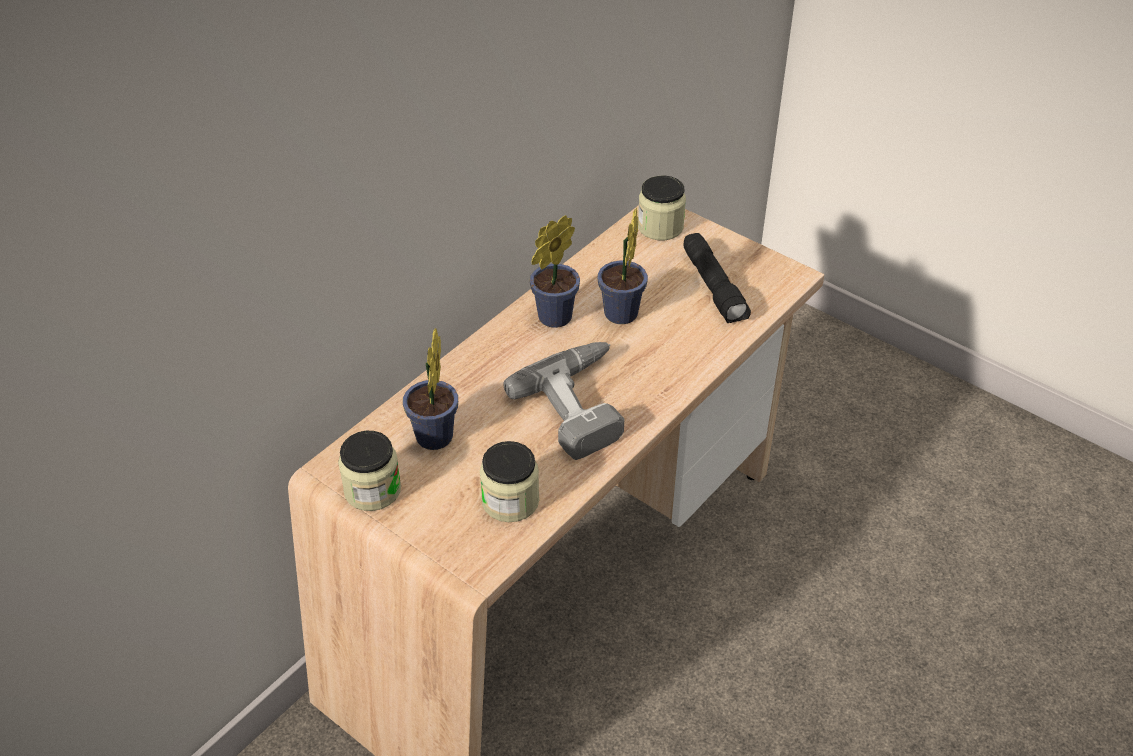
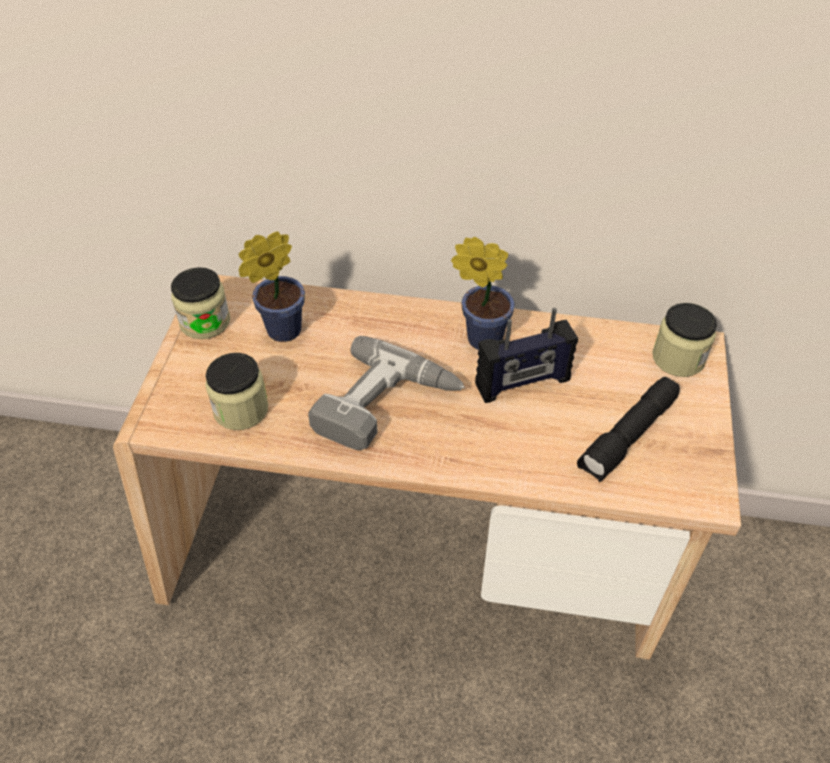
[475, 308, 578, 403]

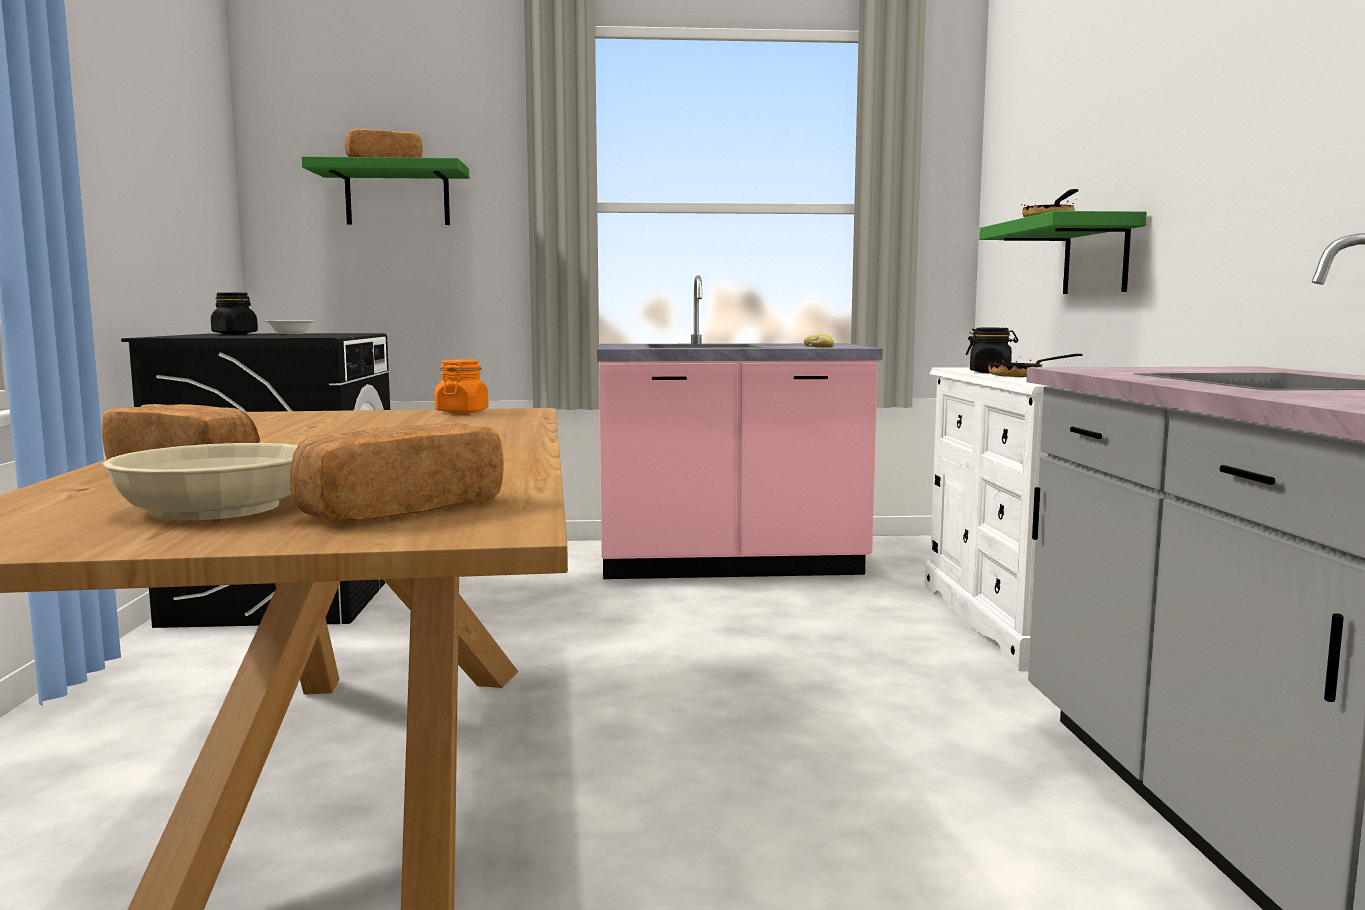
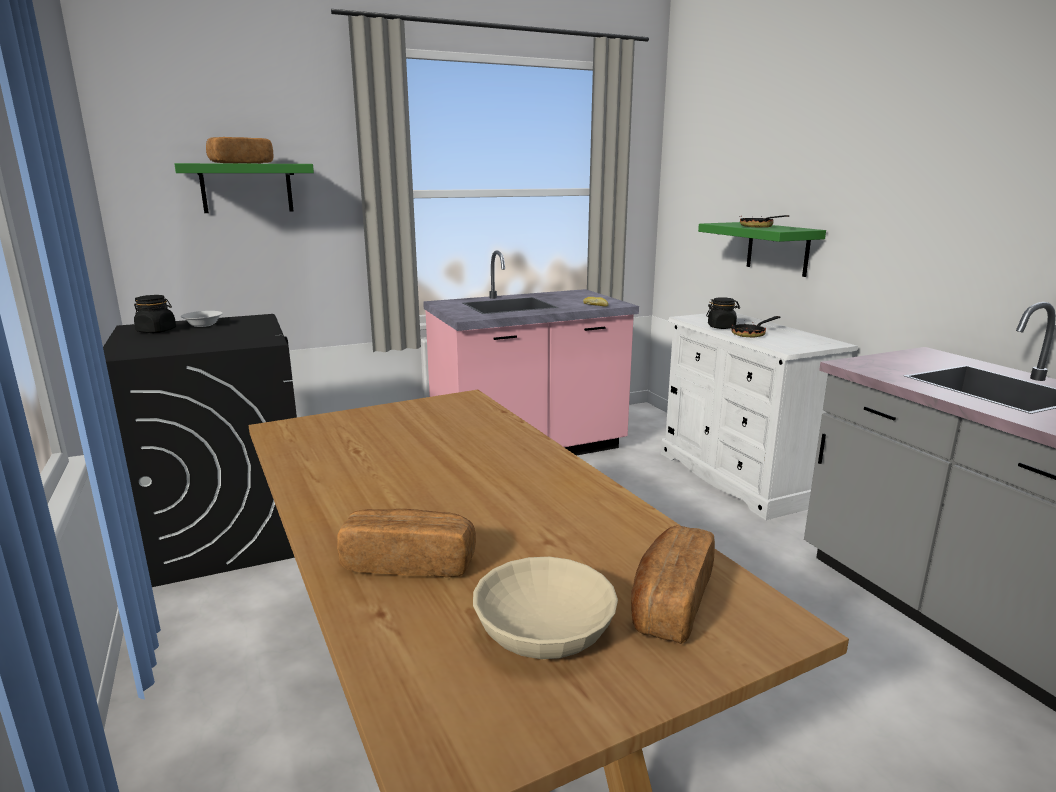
[434, 359, 489, 414] (first image)

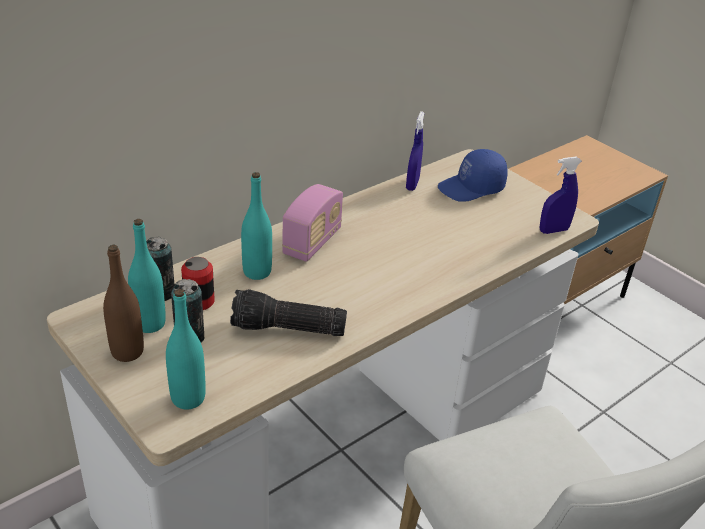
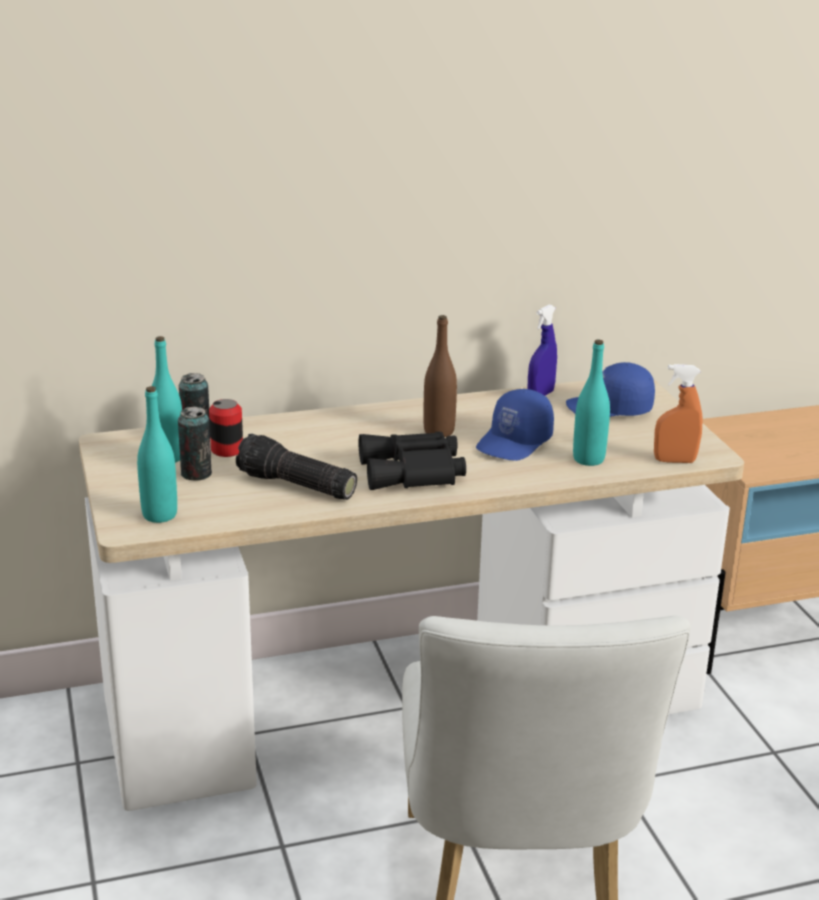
[423, 315, 457, 437]
[573, 339, 610, 466]
[282, 184, 343, 262] (first image)
[654, 364, 702, 463]
[359, 432, 466, 490]
[476, 389, 554, 461]

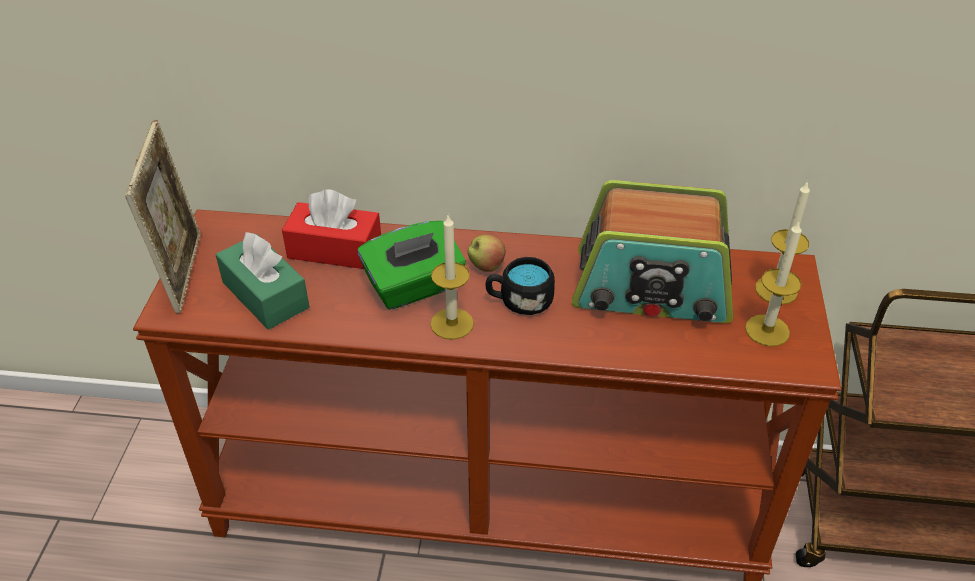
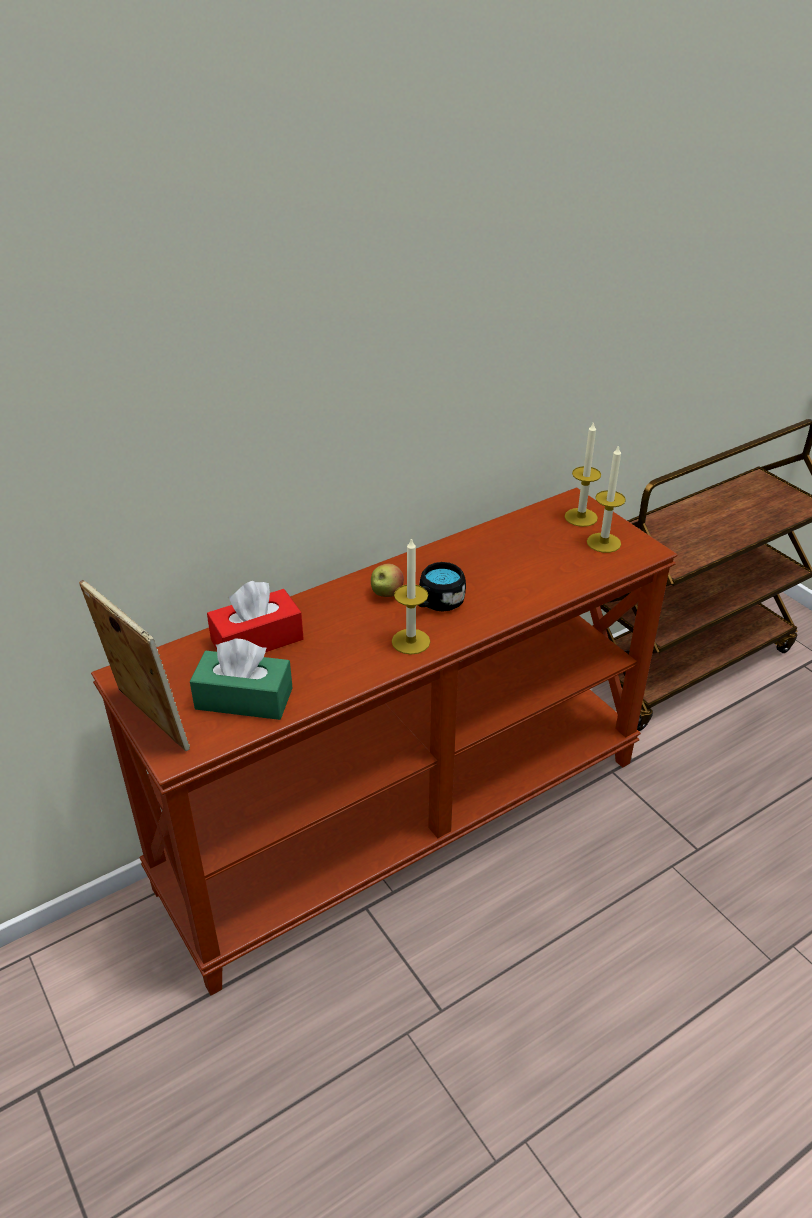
[357, 221, 466, 310] (first image)
[572, 180, 733, 323] (first image)

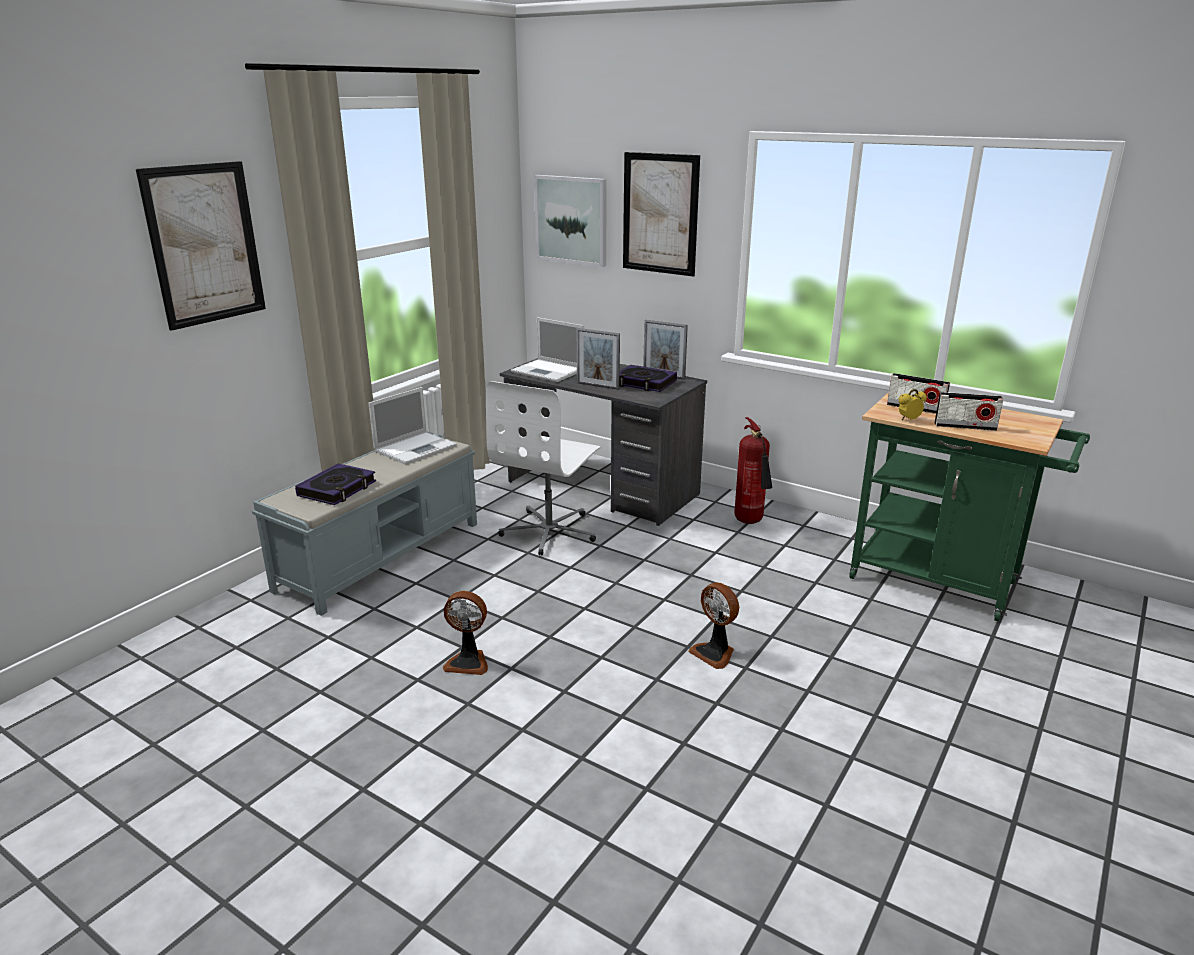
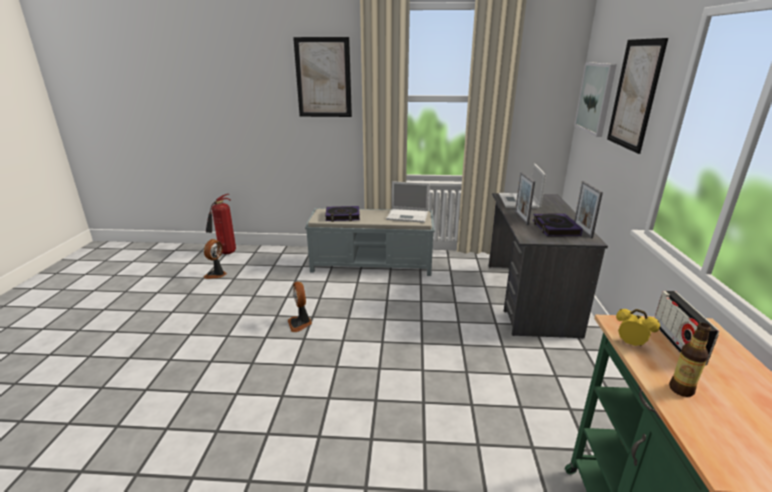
[486, 381, 600, 556] (first image)
[204, 239, 227, 279]
[206, 194, 236, 254]
[669, 323, 711, 397]

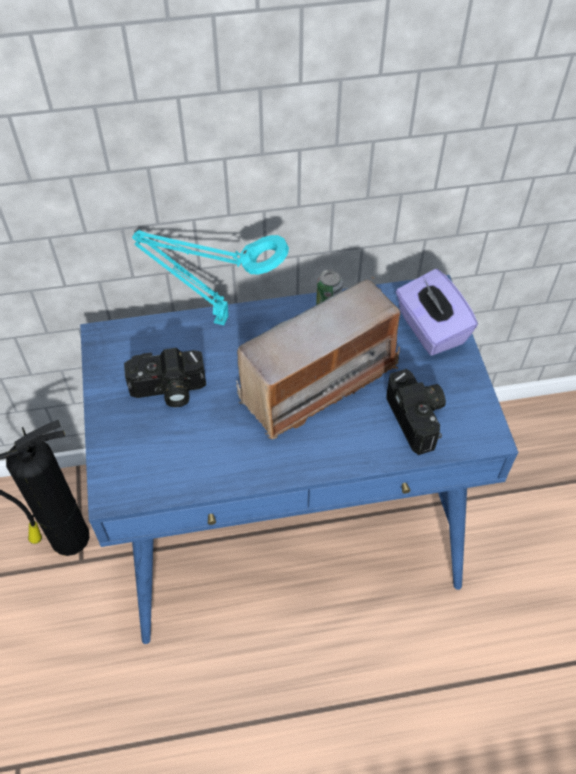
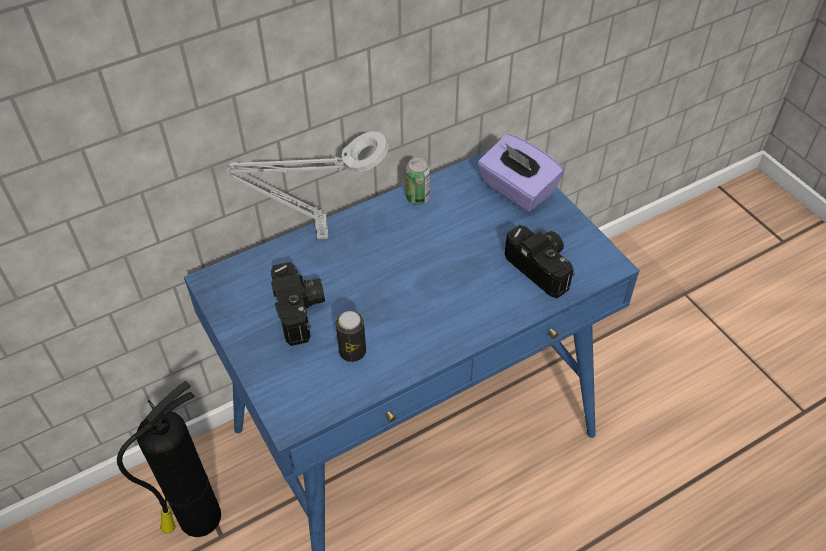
[271, 262, 325, 346]
[226, 131, 389, 239]
[236, 277, 400, 440] (first image)
[336, 311, 366, 362]

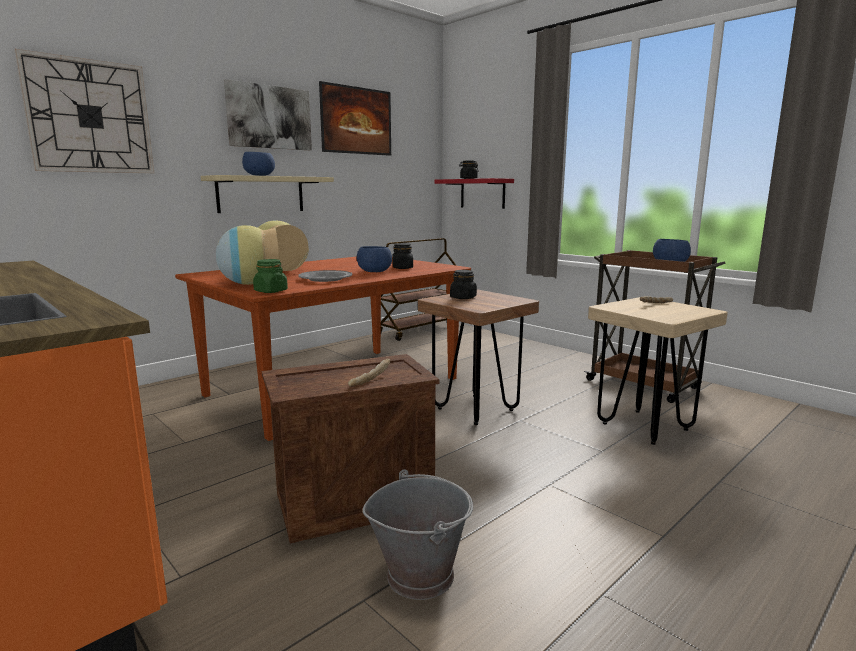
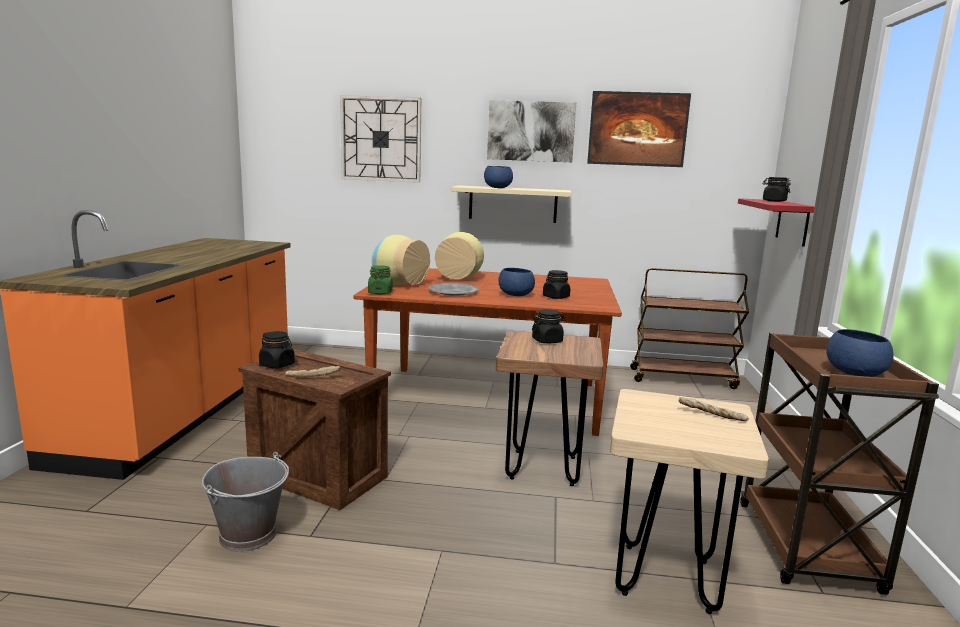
[259, 331, 295, 369]

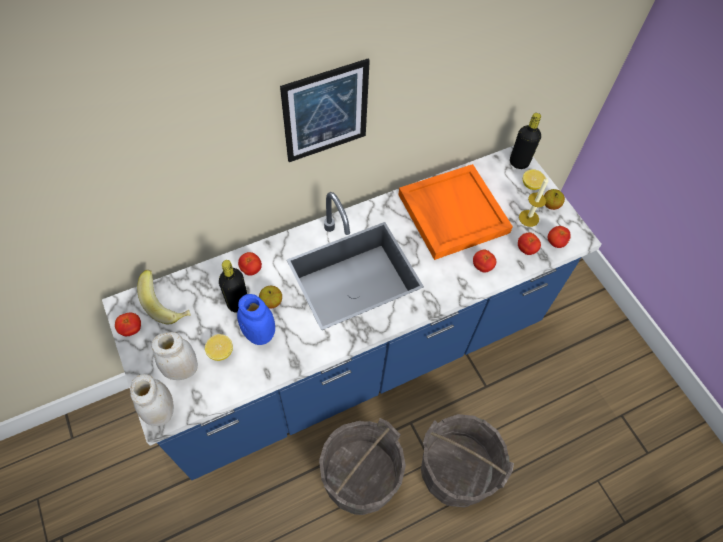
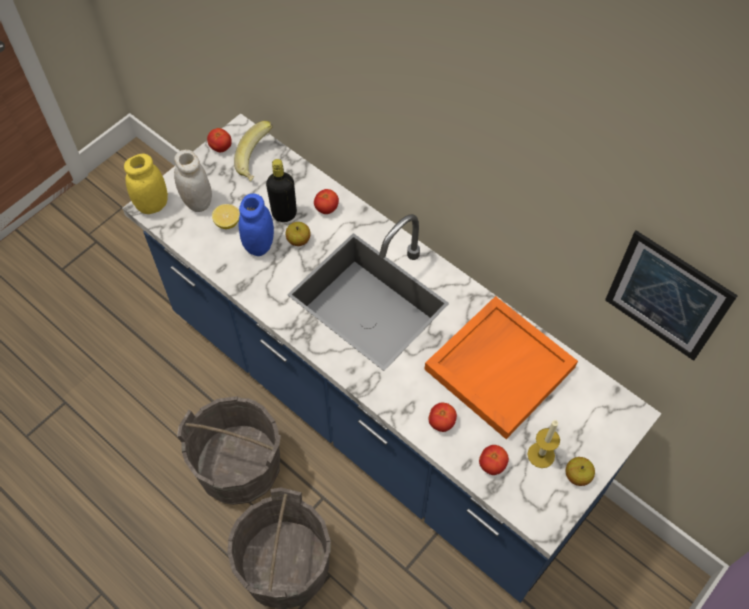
[124, 154, 168, 214]
[605, 230, 738, 361]
[510, 113, 541, 169] (first image)
[523, 169, 546, 190] (first image)
[548, 226, 571, 248] (first image)

